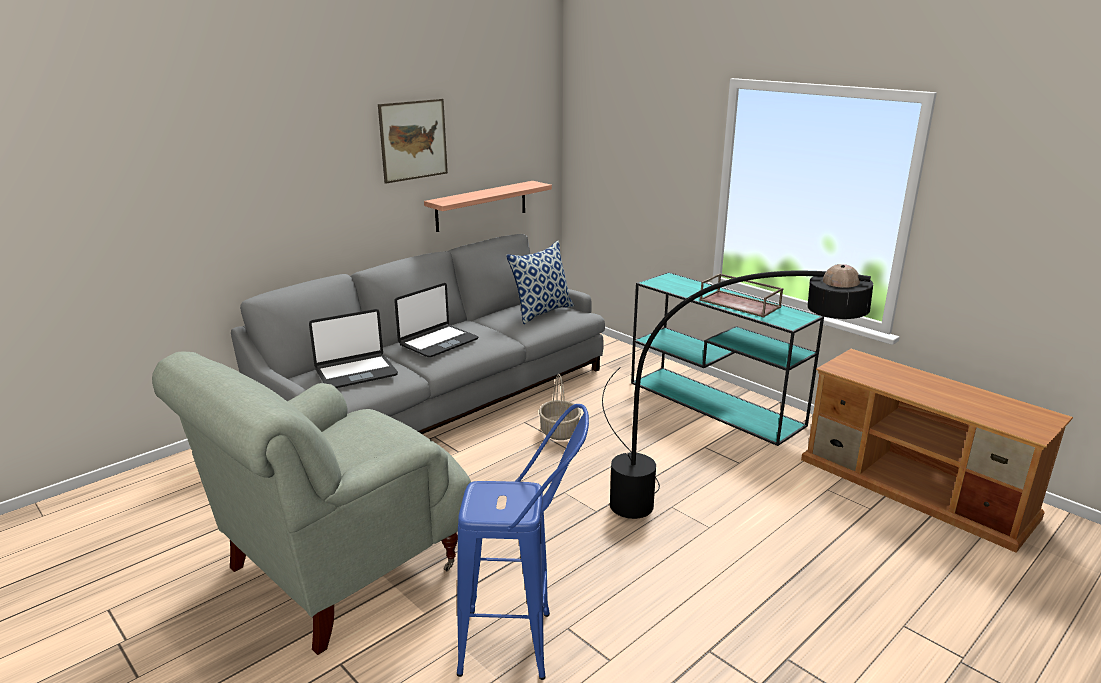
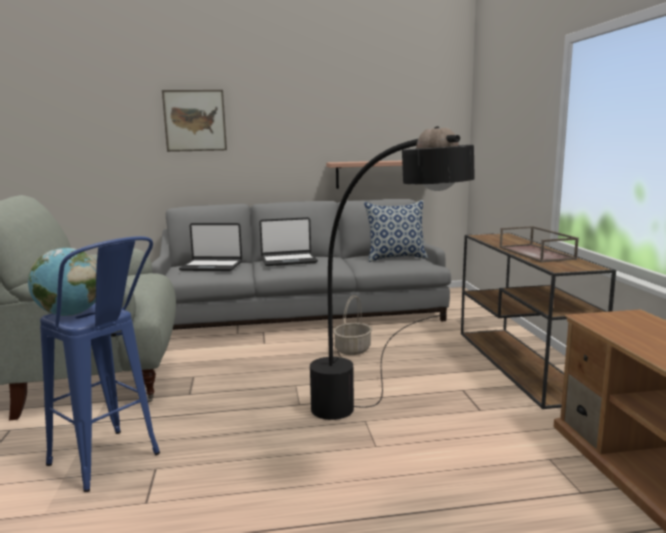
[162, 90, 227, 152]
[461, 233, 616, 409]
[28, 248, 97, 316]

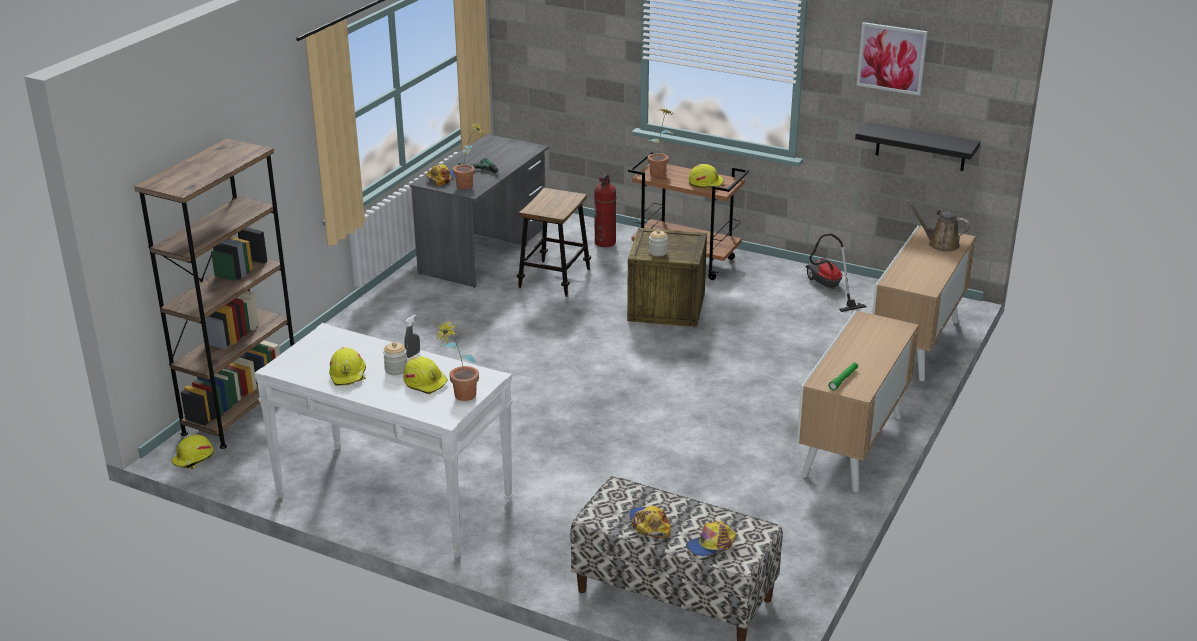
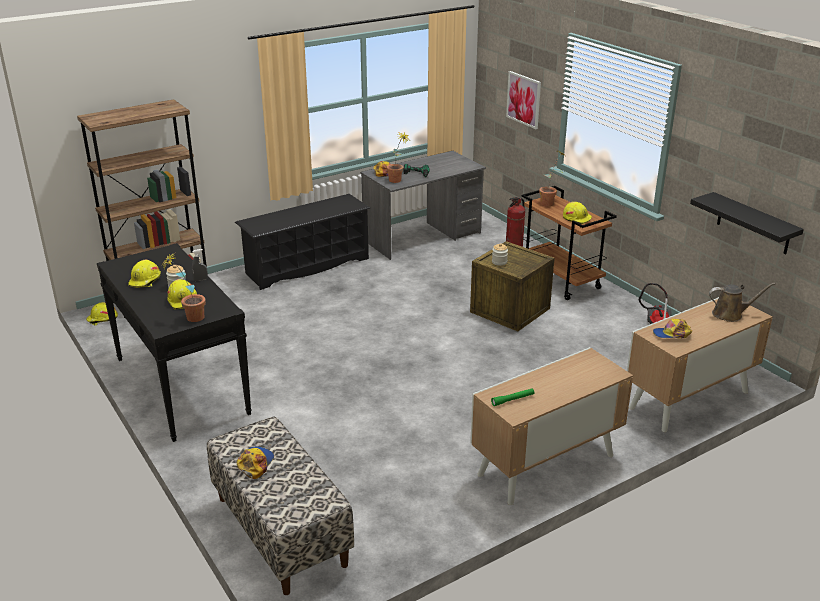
[97, 243, 252, 442]
[517, 188, 591, 297] (first image)
[653, 319, 692, 338]
[506, 71, 541, 129]
[709, 283, 776, 322]
[235, 194, 370, 290]

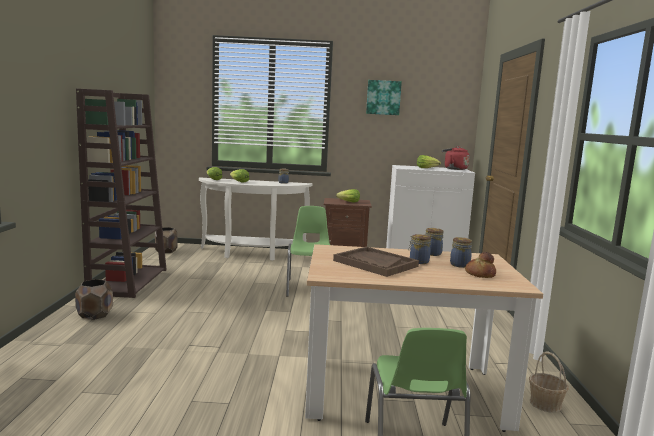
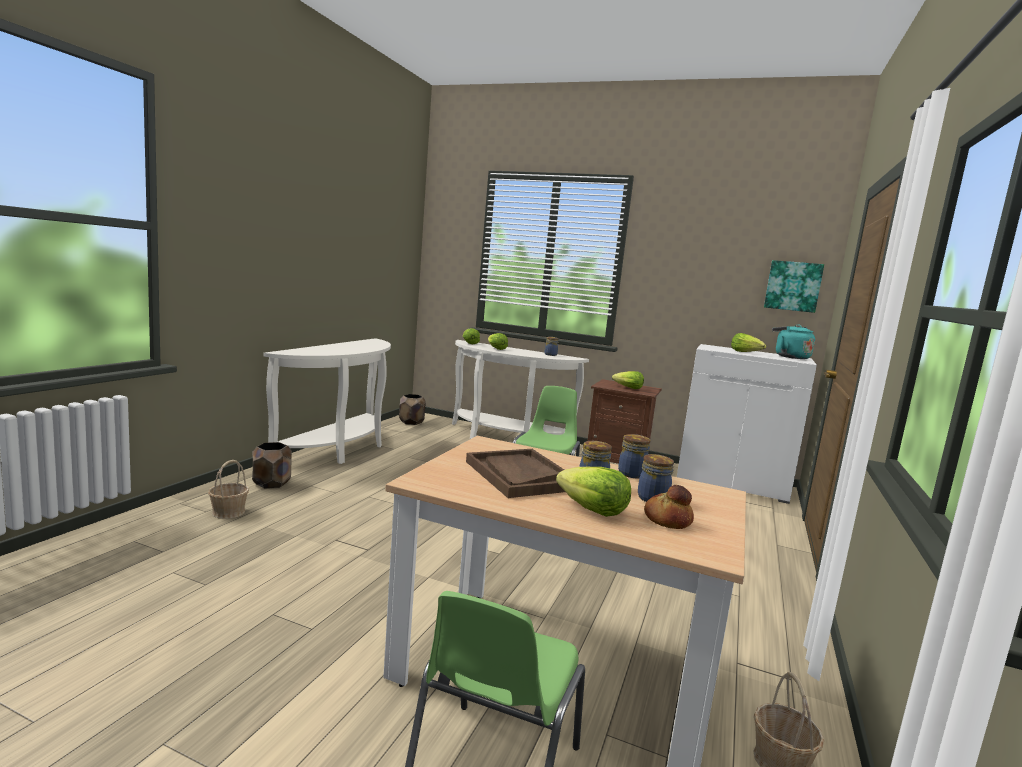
[264, 338, 391, 464]
[764, 260, 824, 313]
[772, 325, 815, 359]
[208, 460, 249, 519]
[556, 467, 631, 517]

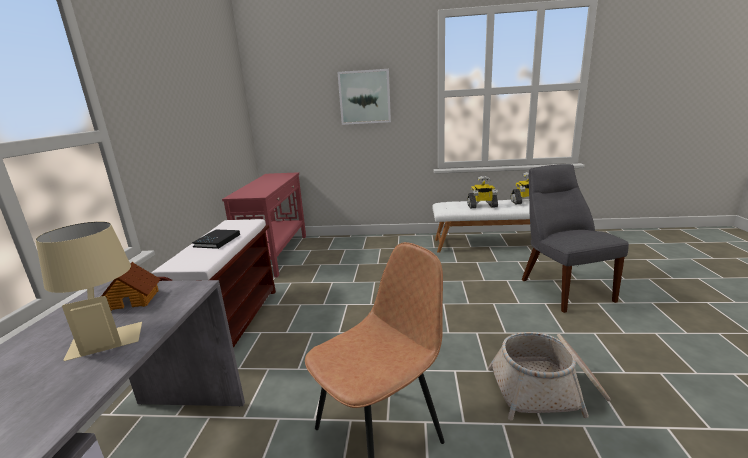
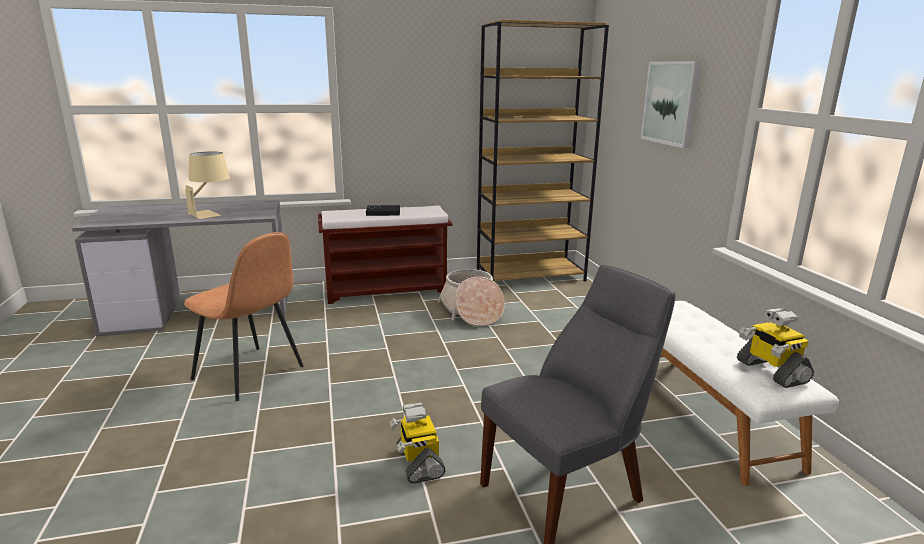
[101, 262, 161, 311] (first image)
[477, 20, 609, 282]
[390, 403, 445, 483]
[438, 269, 505, 327]

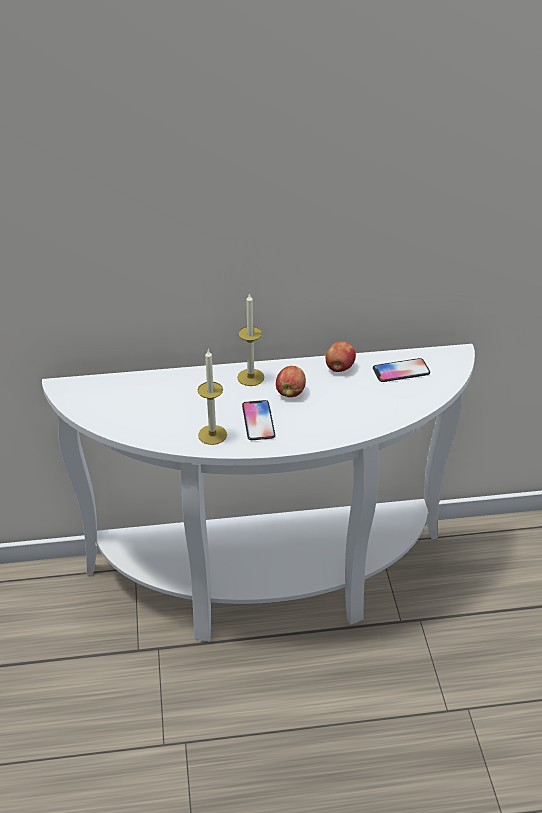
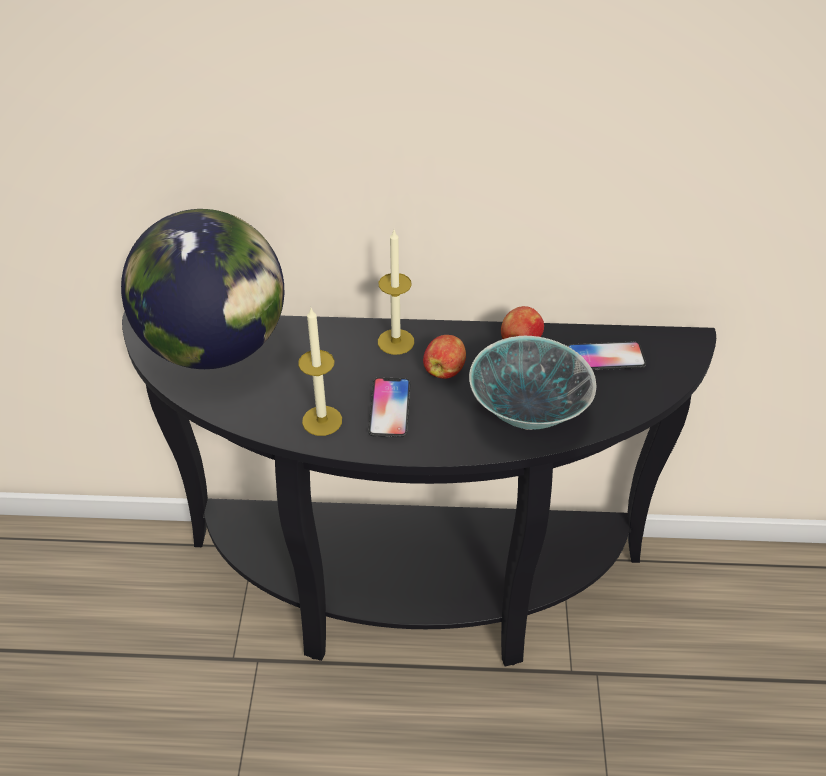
[122, 312, 716, 667]
[121, 209, 284, 369]
[469, 336, 596, 430]

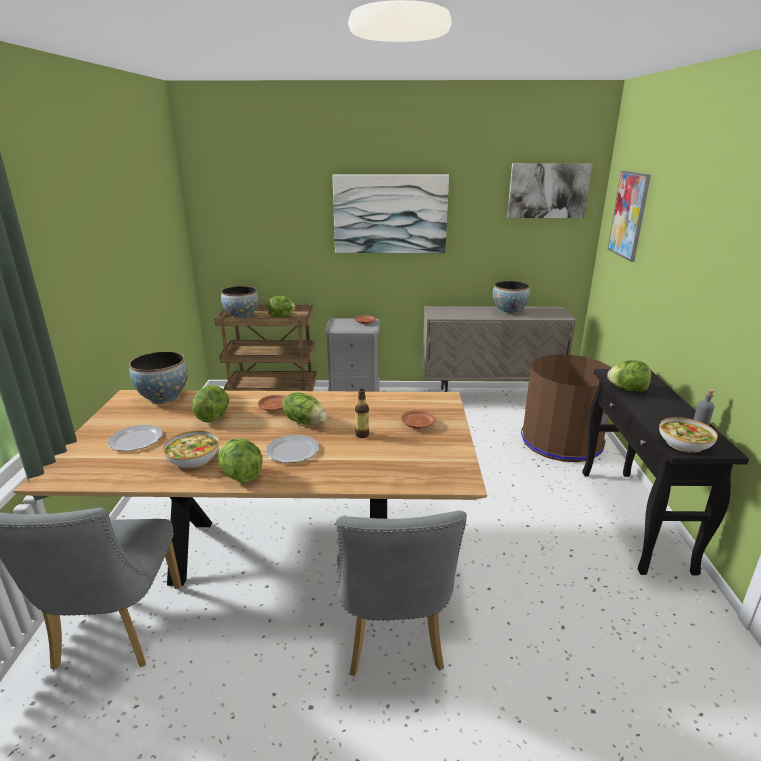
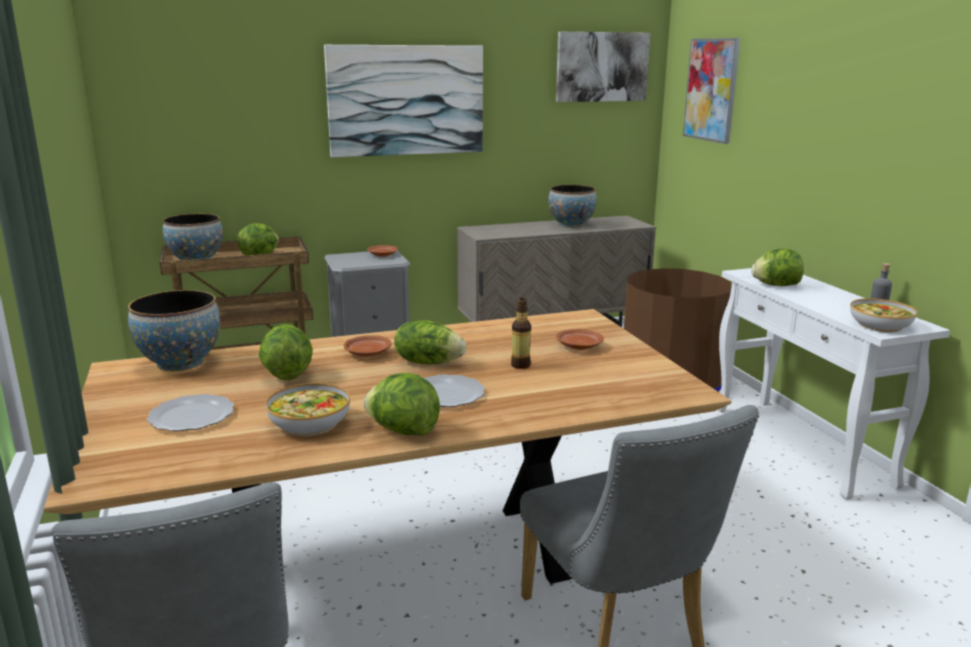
[718, 268, 950, 500]

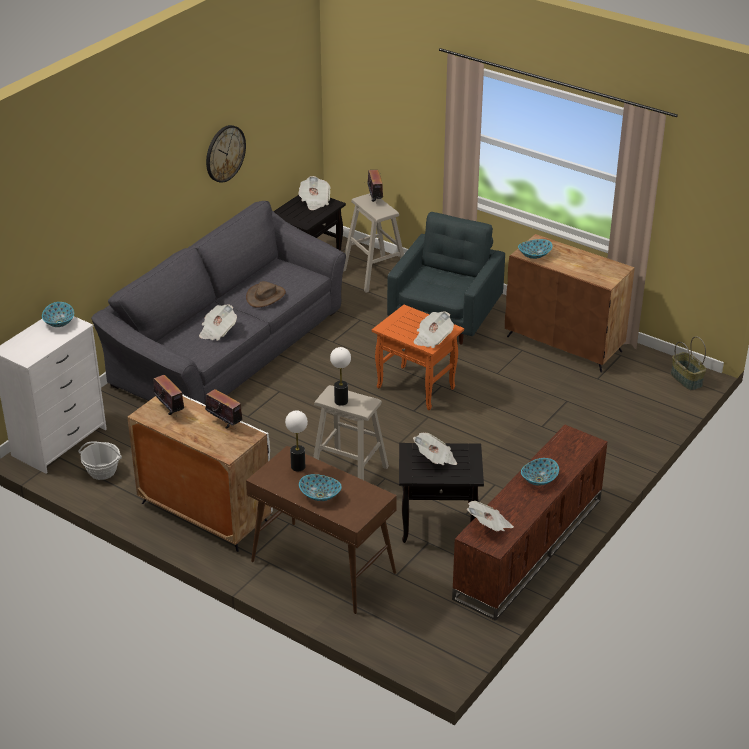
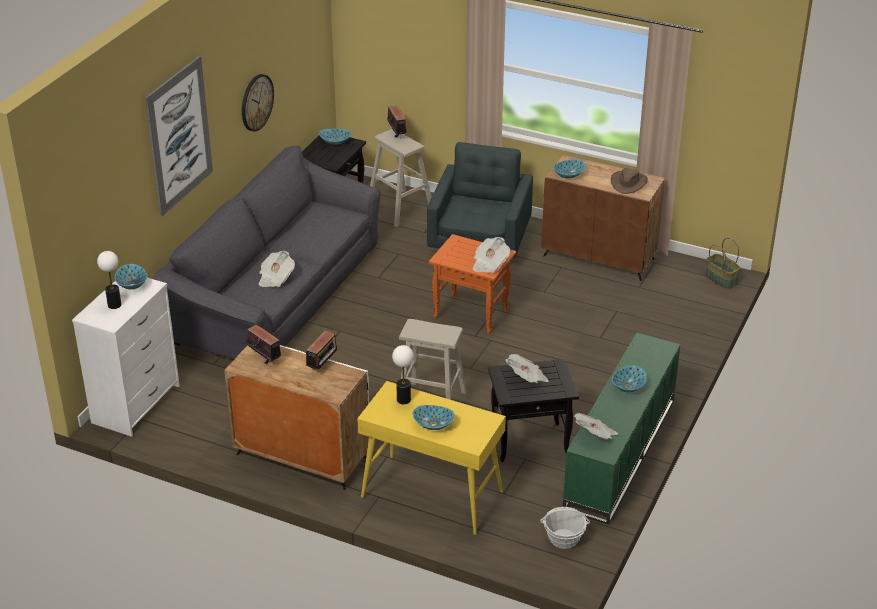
[540, 507, 590, 549]
[306, 330, 338, 370]
[611, 168, 648, 194]
[357, 381, 506, 535]
[319, 129, 351, 145]
[97, 251, 121, 309]
[563, 333, 680, 525]
[145, 56, 213, 216]

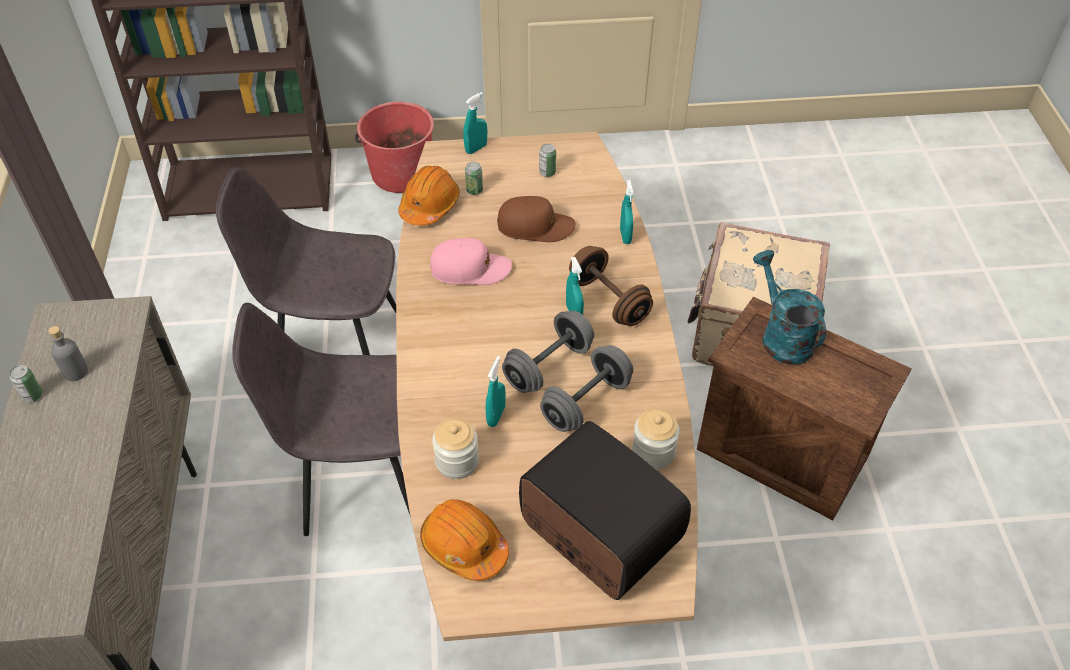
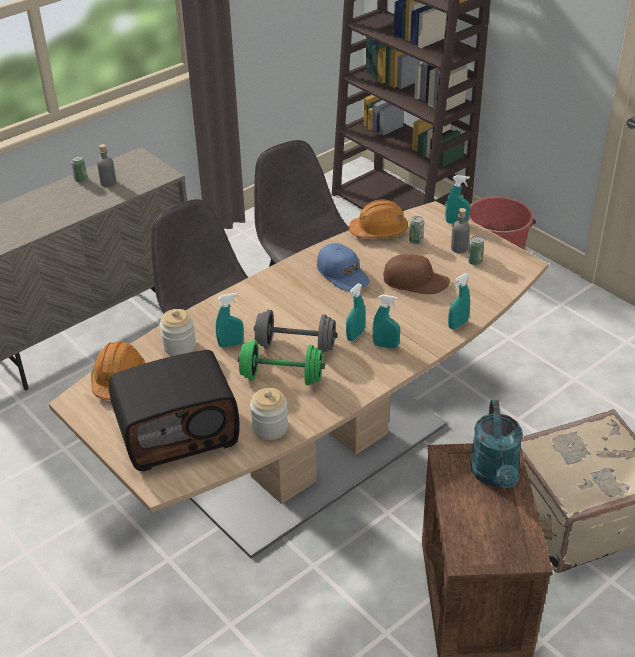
[317, 243, 370, 291]
[384, 255, 450, 294]
[109, 350, 240, 471]
[238, 340, 325, 385]
[372, 295, 400, 349]
[470, 400, 523, 488]
[451, 208, 470, 253]

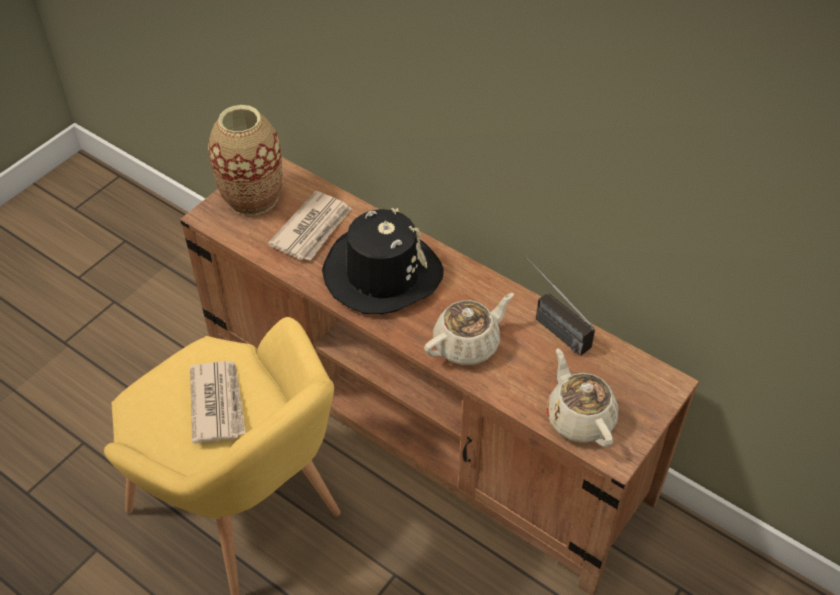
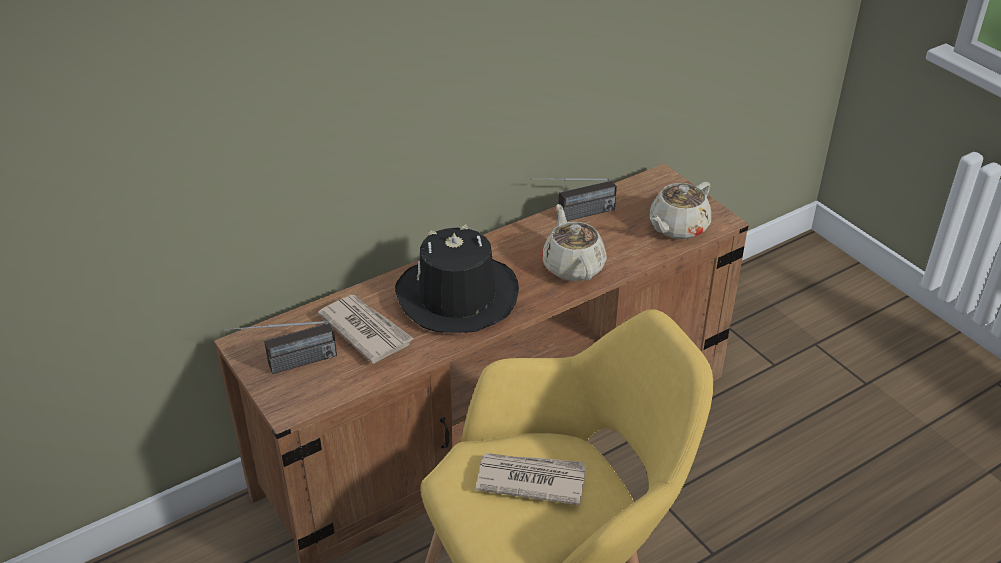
[223, 321, 337, 374]
[650, 182, 711, 239]

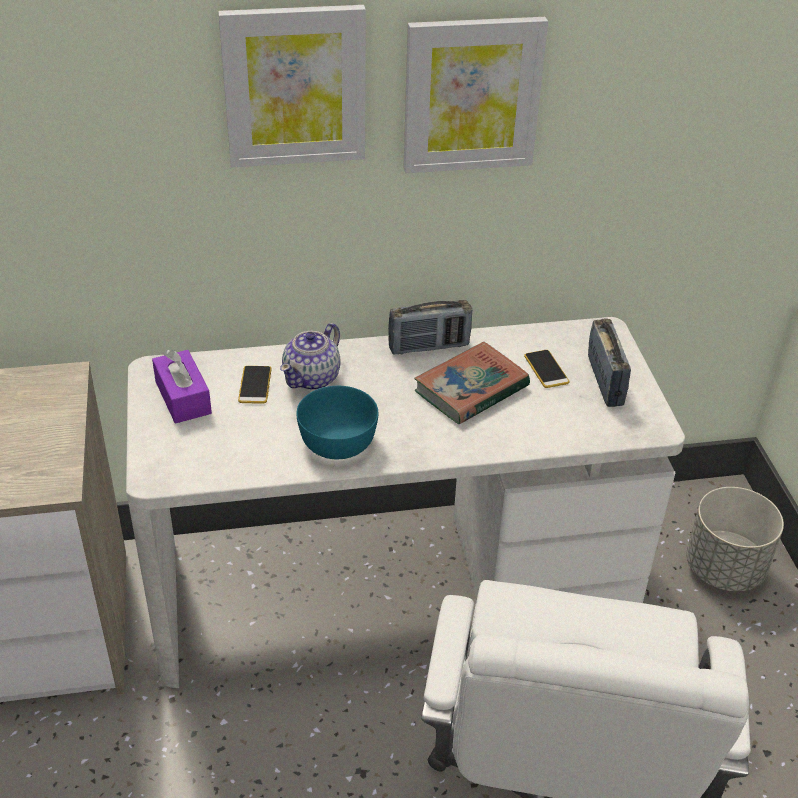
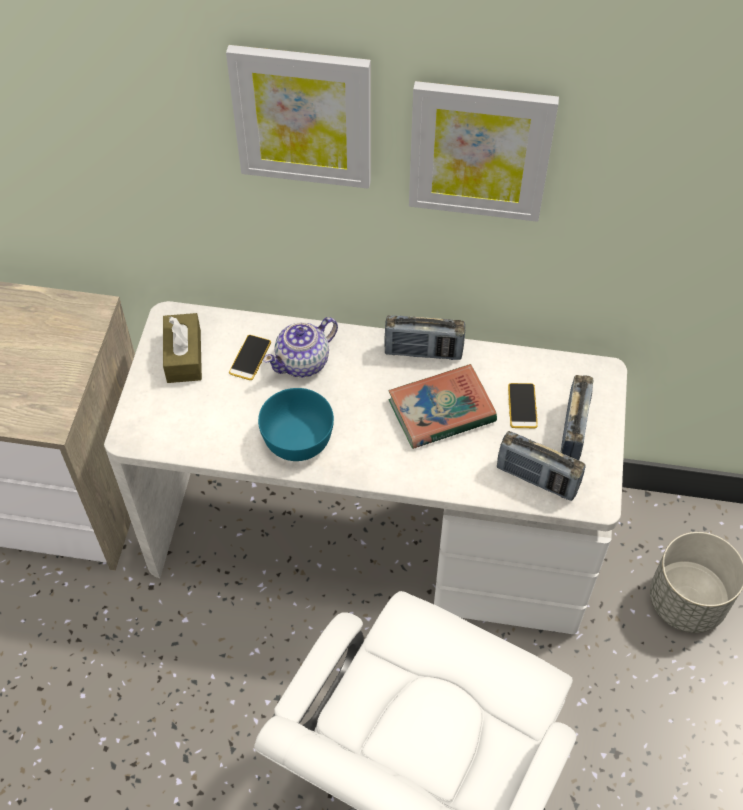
[163, 313, 202, 383]
[497, 431, 586, 501]

